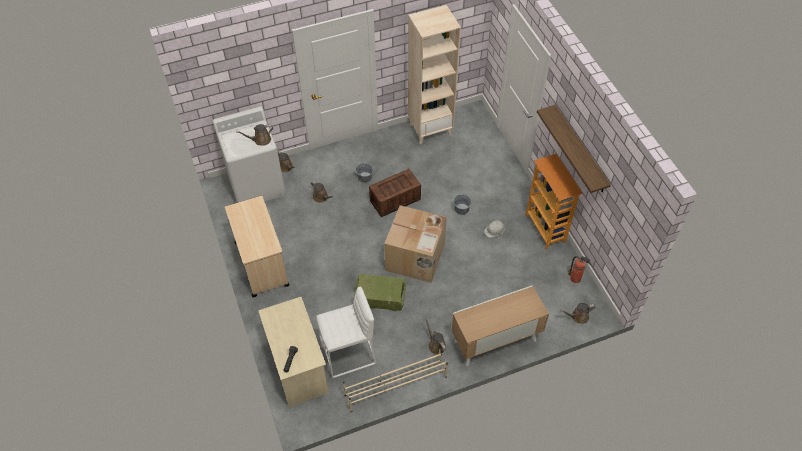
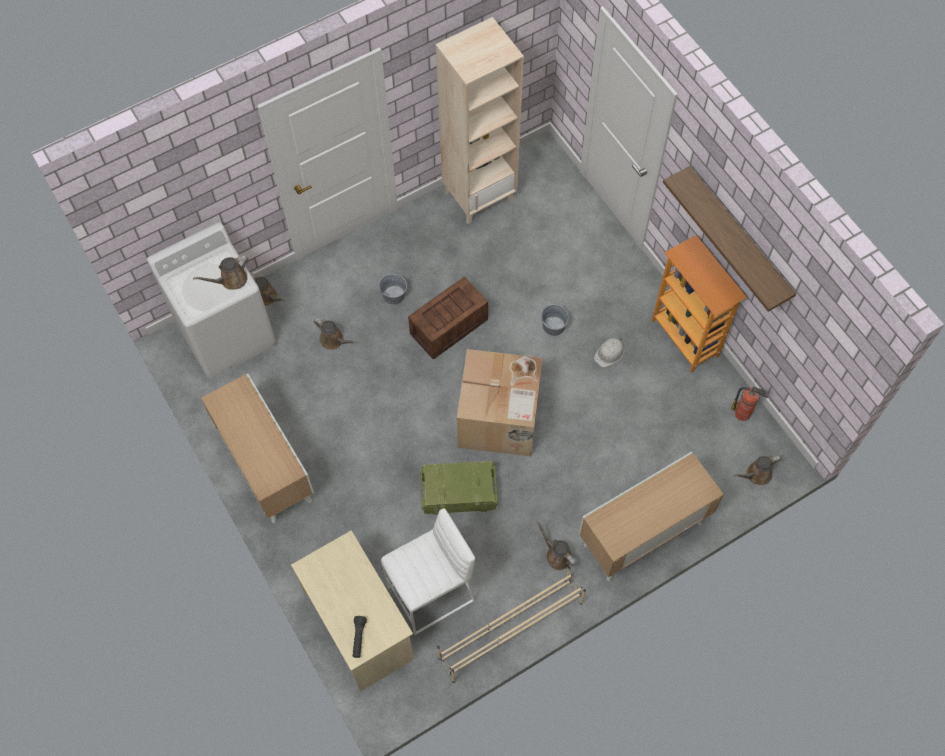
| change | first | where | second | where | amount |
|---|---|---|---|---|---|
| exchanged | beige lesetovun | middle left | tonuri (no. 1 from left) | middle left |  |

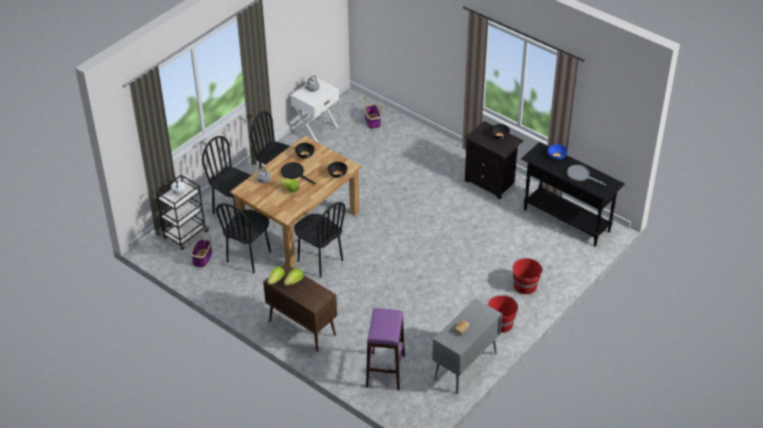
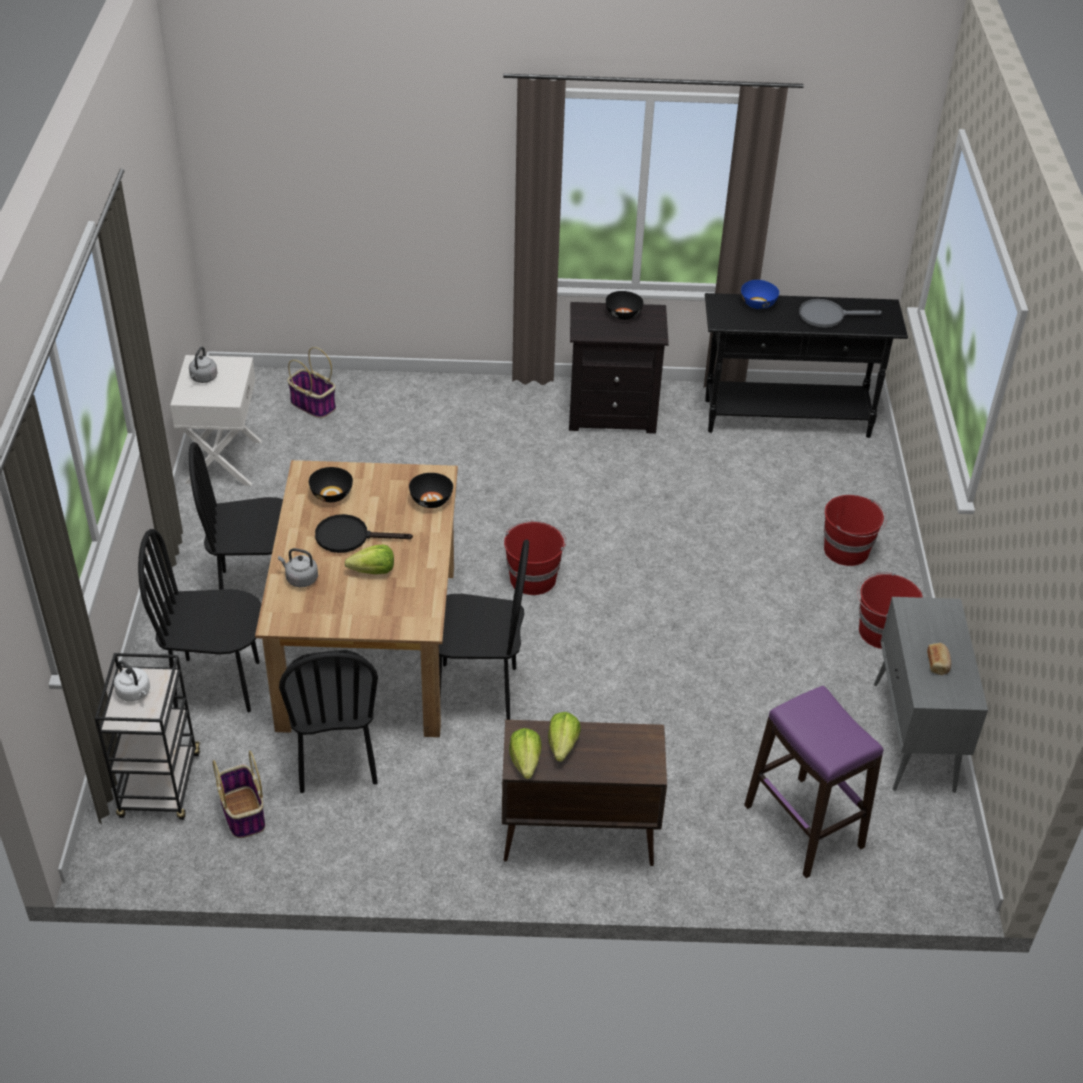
| change | first | where | second | where | amount |
|---|---|---|---|---|---|
| appeared |  |  | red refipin (no. 1 from left) | centre |  |

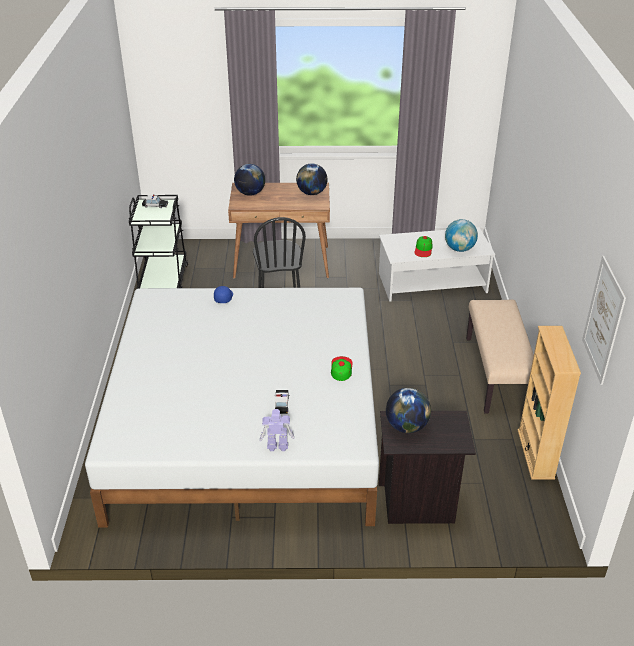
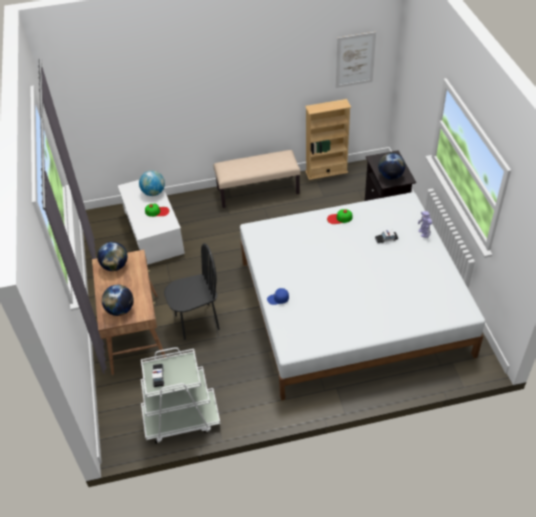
| change | first | where | second | where | amount |
|---|---|---|---|---|---|
| colour | black lesetovun | middle left | white lesetovun | bottom centre |  |

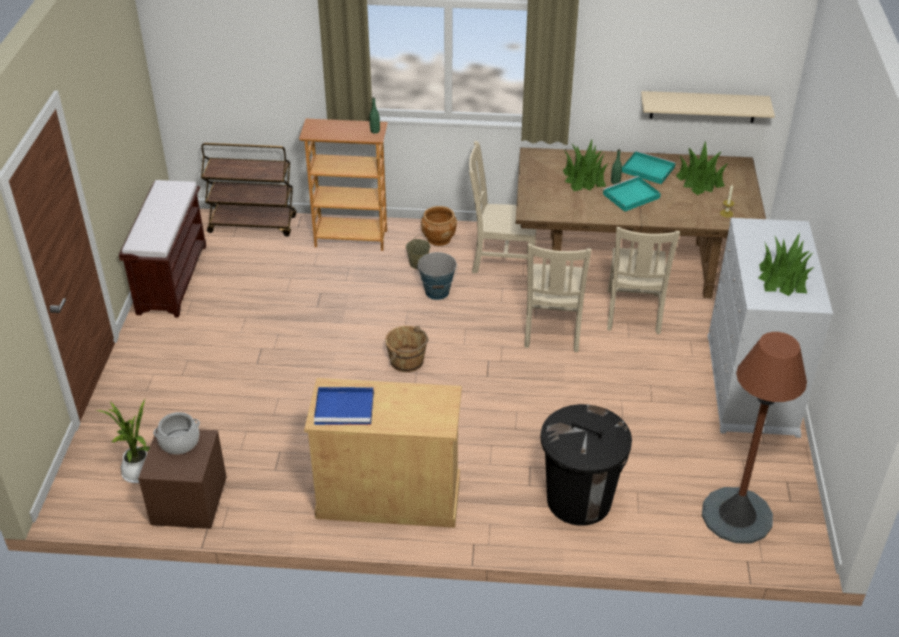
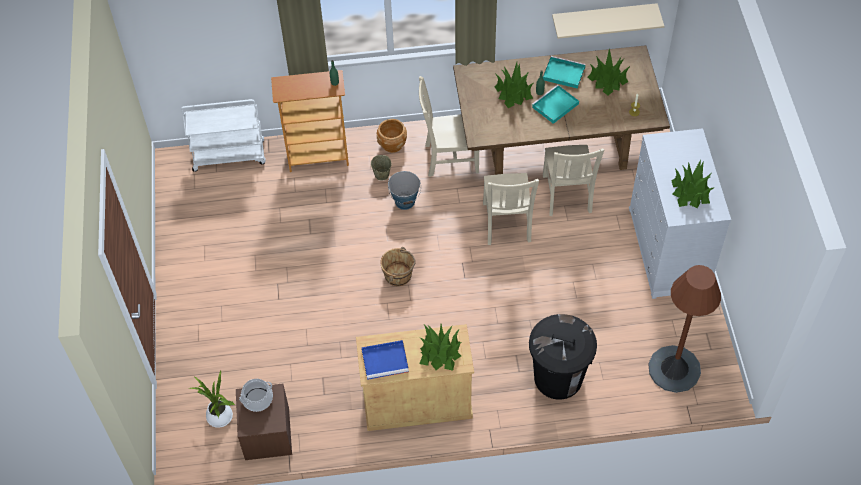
| change | first | where | second | where | amount |
|---|---|---|---|---|---|
| missing | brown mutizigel | middle left |  |  |  |
| colour | brown lesetovun | top left | white lesetovun | top left |  |
| appeared |  |  | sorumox (no. 2 from left) | bottom centre |  |

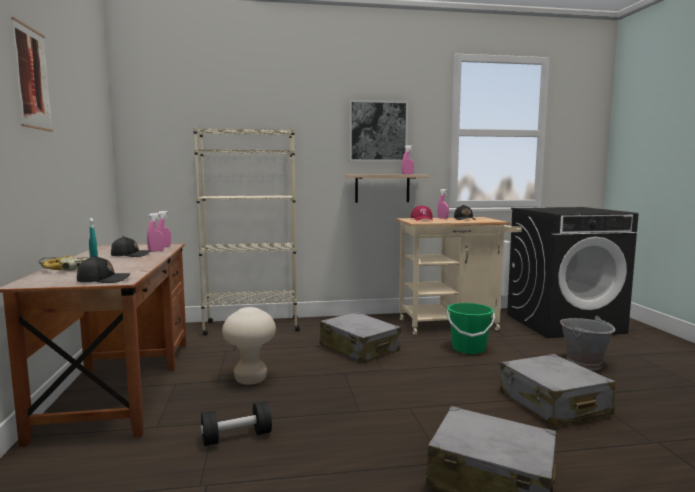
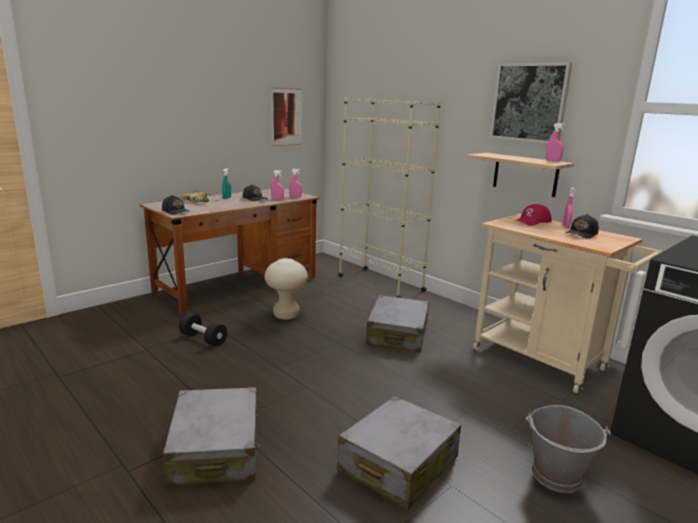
| change | first | where | second | where | amount |
|---|---|---|---|---|---|
| relocated | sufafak (no. 1 from left) | top left |  | top centre |  |
| missing | green refipin | bottom right |  |  |  |

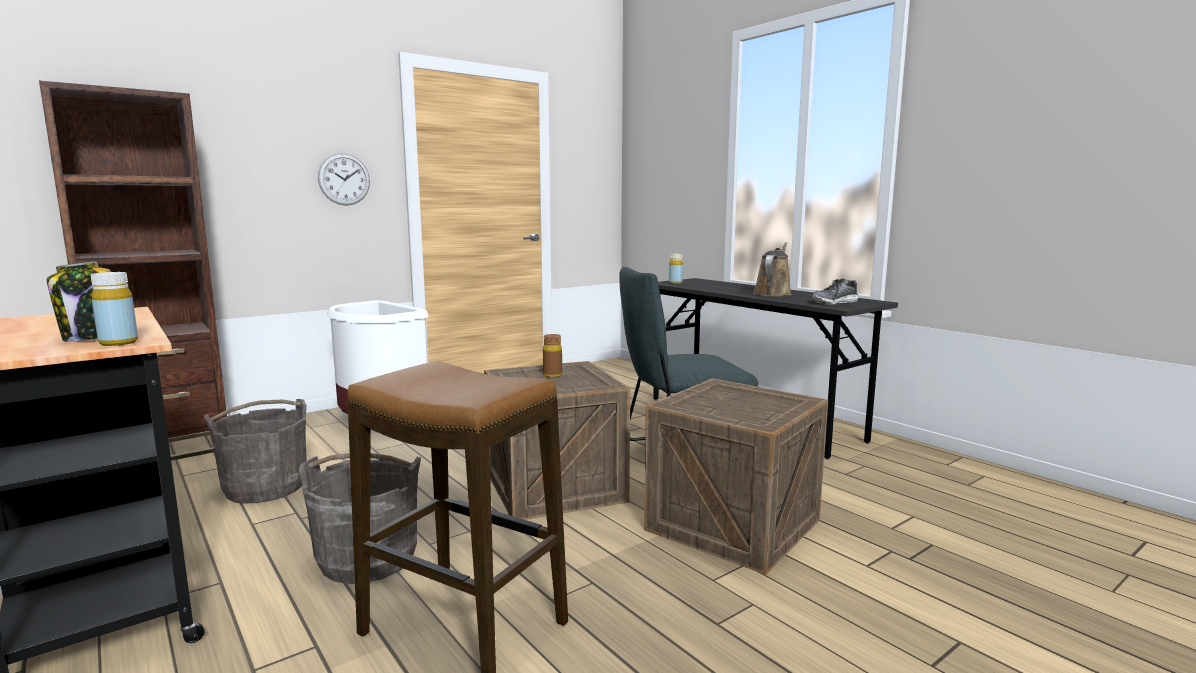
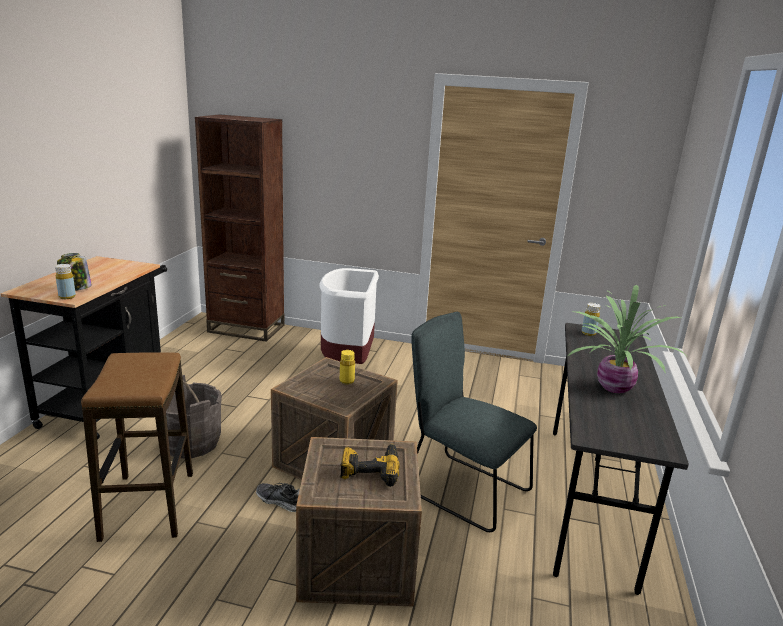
| change | first | where | second | where | amount |
|---|---|---|---|---|---|
| missing | grey refipin (no. 1 from left) | bottom left |  |  |  |
| missing | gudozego | top left |  |  |  |
| colour | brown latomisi | centre | yellow latomisi (no. 2 from left) | centre |  |
| exchanged | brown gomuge | centre | sorumox | middle right |  |
| relocated | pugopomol | middle right |  | bottom centre |  |
| appeared |  |  | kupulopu | bottom centre |  |

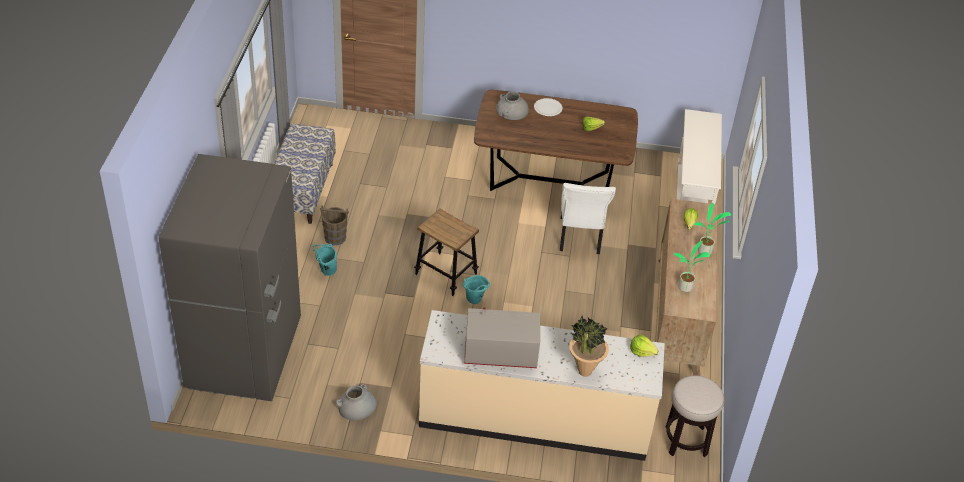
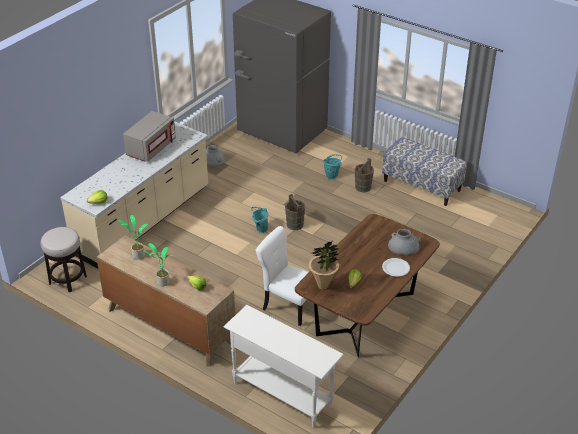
| change | first | where | second | where | amount |
|---|---|---|---|---|---|
| exchanged | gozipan (no. 1 from left) | centre | brown refipin (no. 1 from left) | centre |  |
| relocated | sorumox (no. 1 from left in the first image) | bottom centre | sorumox (no. 3 from left) | centre |  |

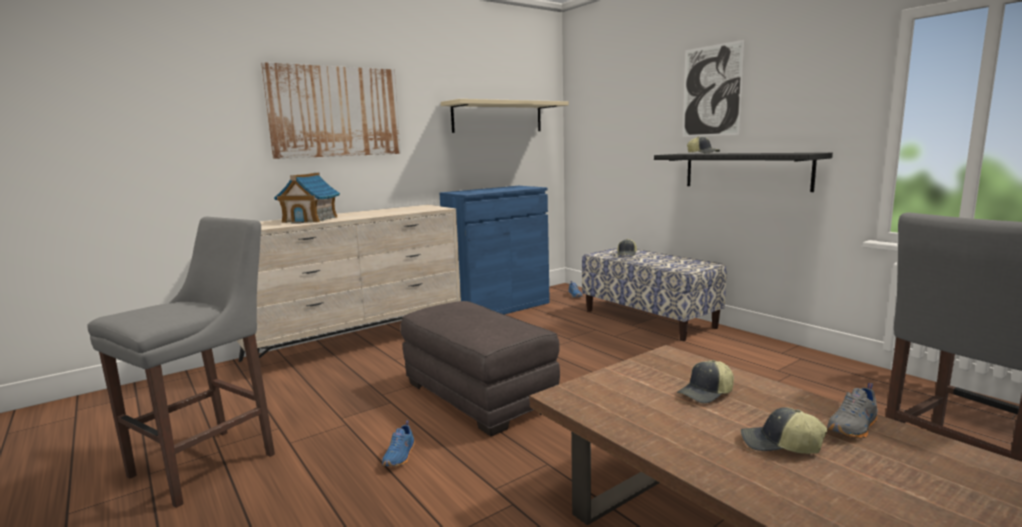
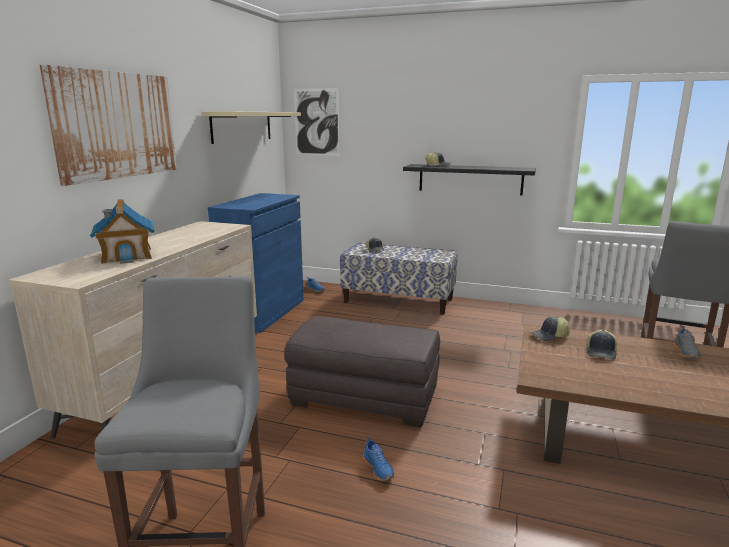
| change | first | where | second | where | amount |
|---|---|---|---|---|---|
| relocated | sufafak (no. 2 from left) | top right |  | top centre |  |
| relocated | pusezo (no. 4 from left in the first image) | bottom right | pusezo (no. 3 from left) | middle right |  |

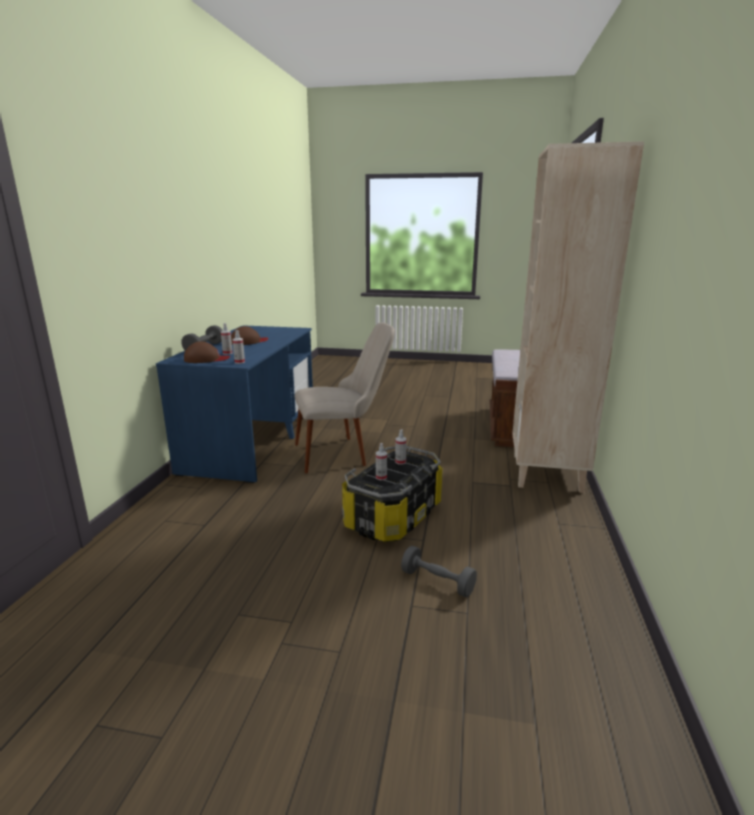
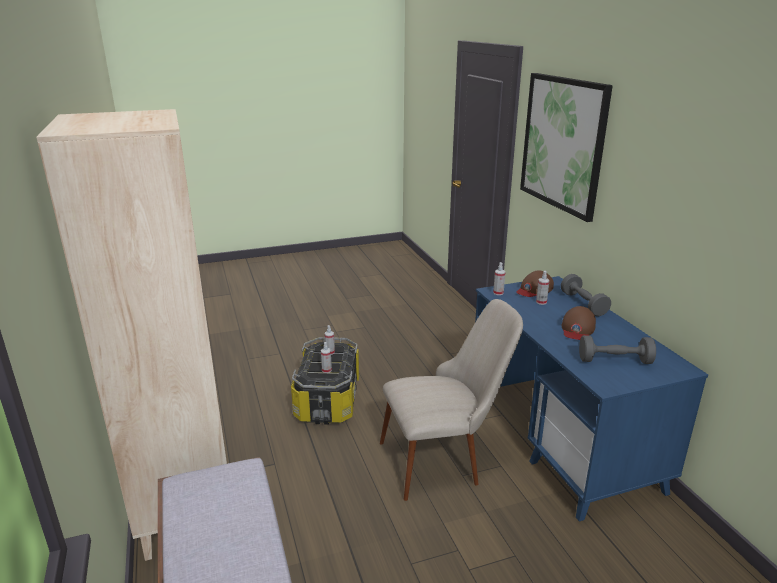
| change | first | where | second | where | amount |
|---|---|---|---|---|---|
| spun | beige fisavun | centre |  | bottom centre | 150 degrees counterclockwise |
| relocated | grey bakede (no. 2 from left) | bottom centre |  | middle right |  |
| appeared |  |  | sufafak | top right |  |

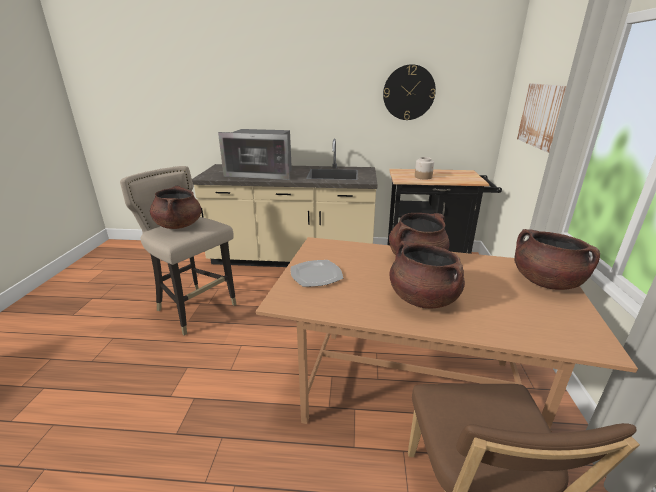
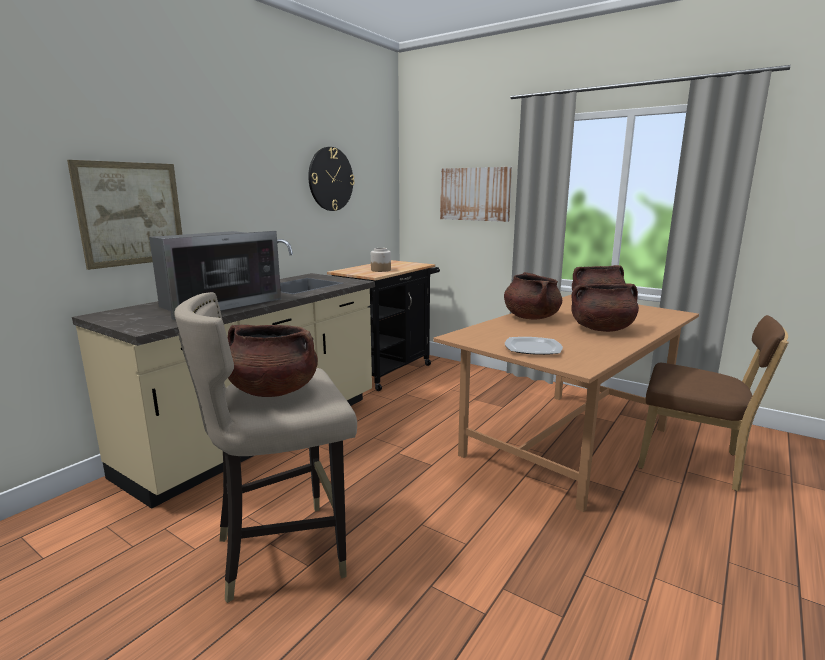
| change | first | where | second | where | amount |
|---|---|---|---|---|---|
| appeared |  |  | sufafak (no. 1 from left) | top left |  |

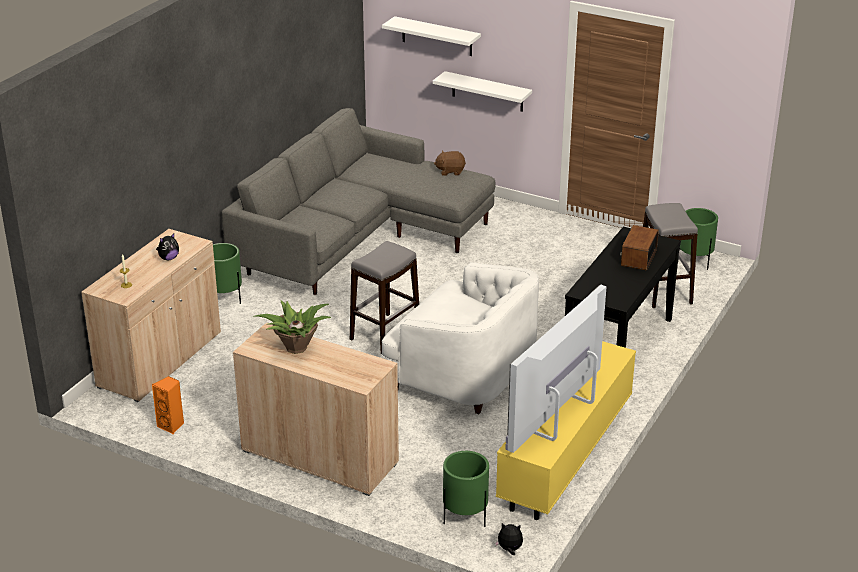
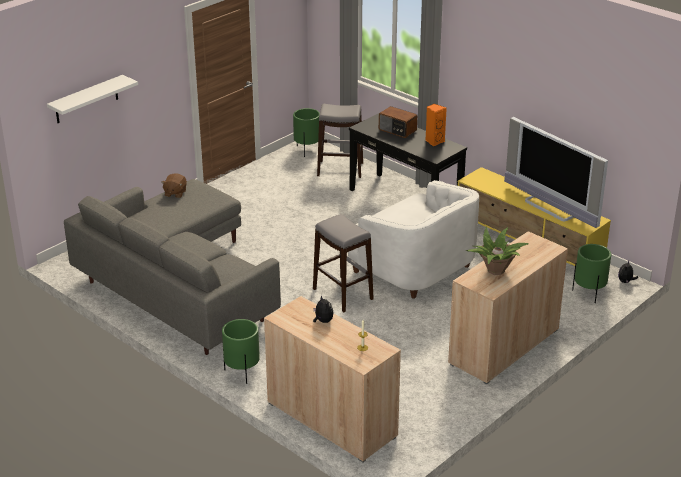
| change | first | where | second | where | amount |
|---|---|---|---|---|---|
| relocated | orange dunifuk | bottom left |  | top centre |  |
| spun | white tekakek | centre |  | centre | 90 degrees clockwise |
| missing | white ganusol (no. 2 from left) | top centre |  |  |  |

